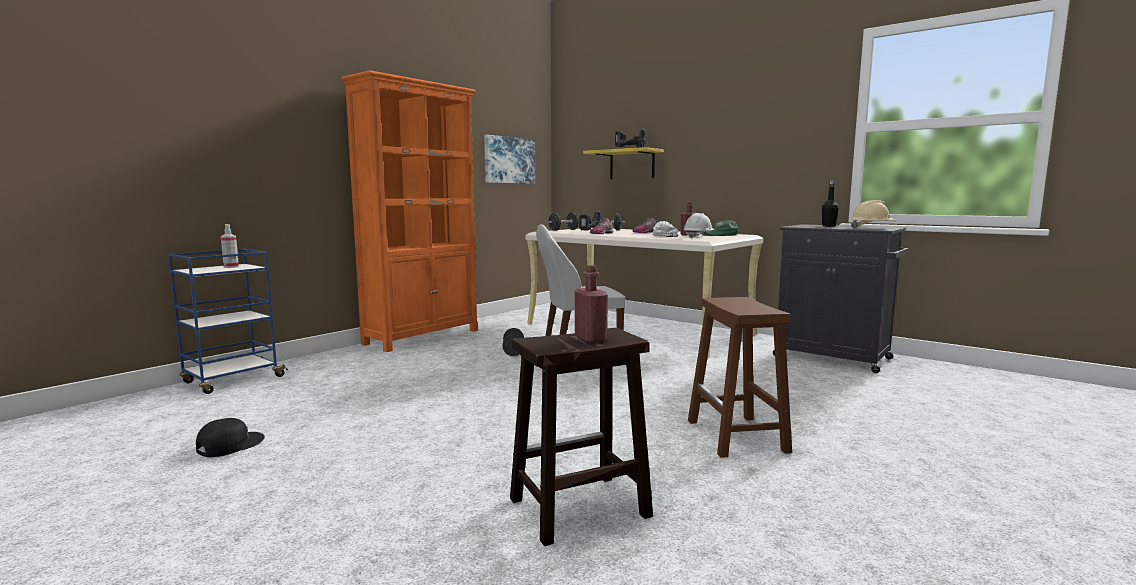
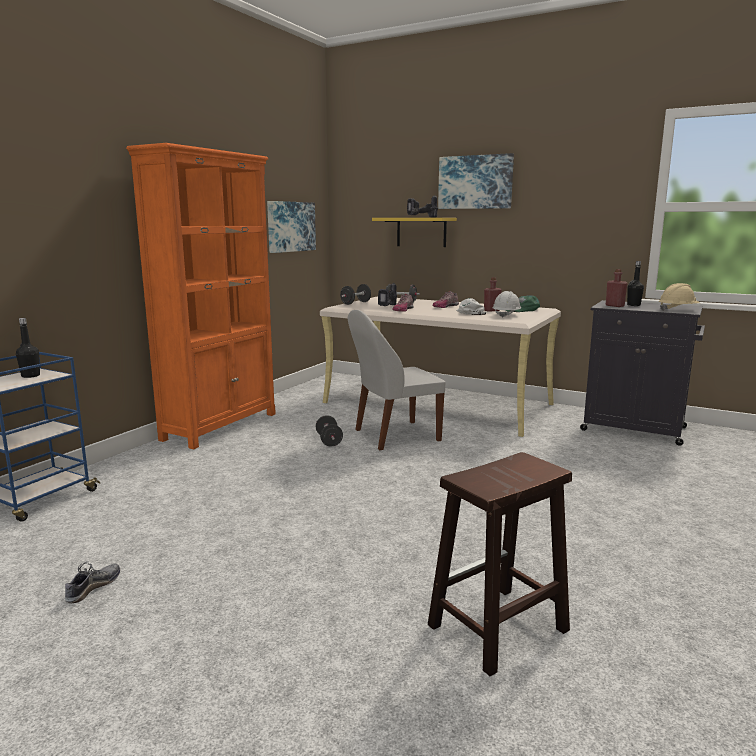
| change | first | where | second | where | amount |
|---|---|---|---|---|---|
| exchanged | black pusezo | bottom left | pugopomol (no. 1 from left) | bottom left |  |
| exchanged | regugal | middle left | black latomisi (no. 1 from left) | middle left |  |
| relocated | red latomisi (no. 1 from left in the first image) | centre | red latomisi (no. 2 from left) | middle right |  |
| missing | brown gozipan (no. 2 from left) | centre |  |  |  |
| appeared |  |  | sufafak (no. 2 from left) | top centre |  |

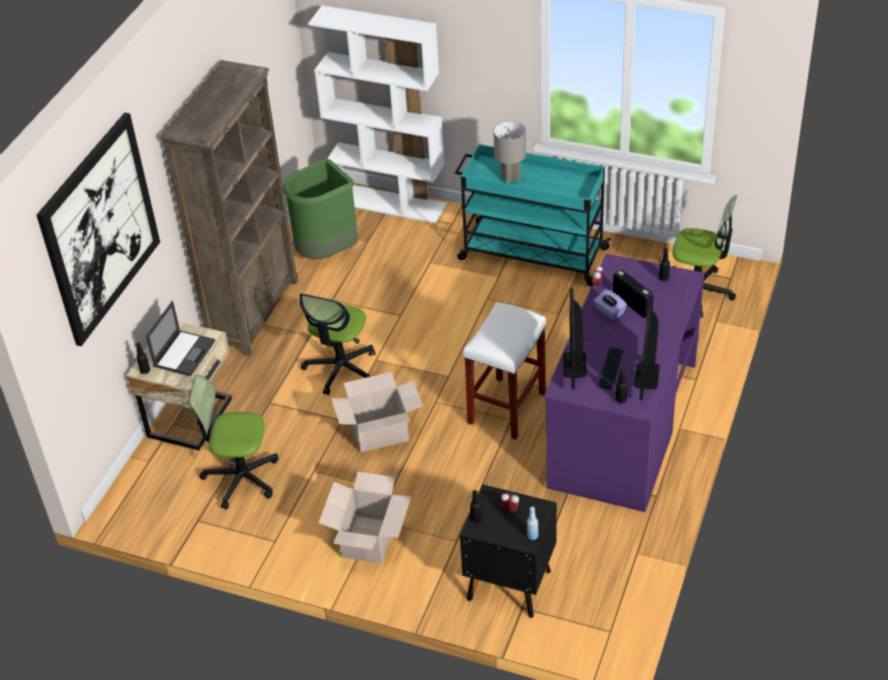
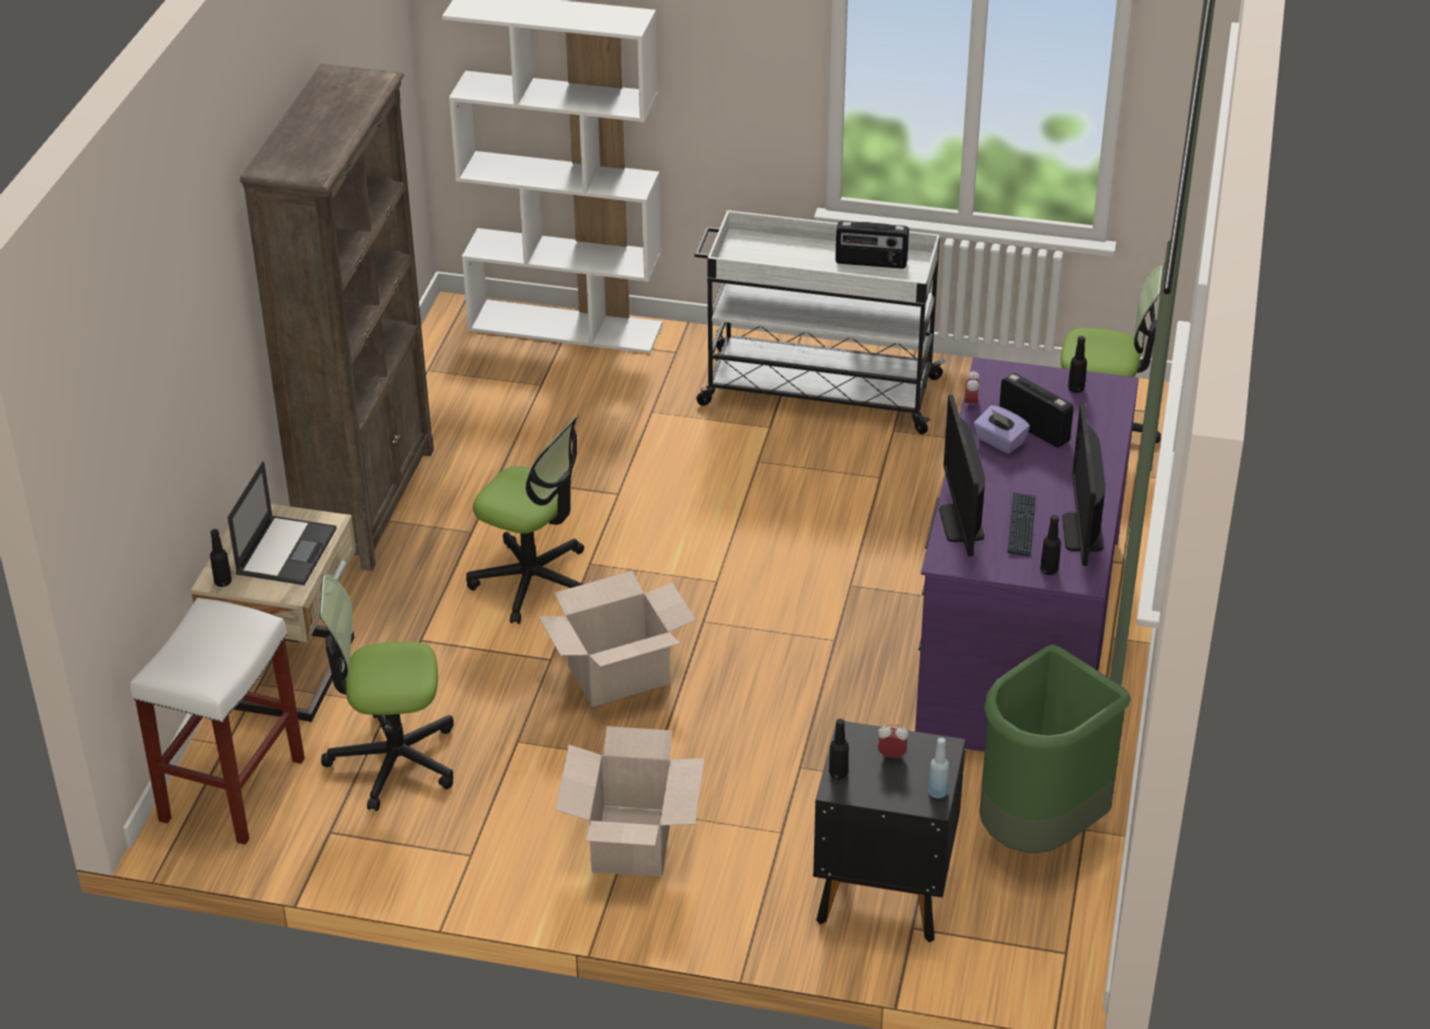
| change | first | where | second | where | amount |
|---|---|---|---|---|---|
| missing | sufafak | middle left |  |  |  |
| relocated | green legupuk | top centre |  | bottom right |  |
| spun | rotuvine (no. 2 from left) | centre |  | centre | 75 degrees counterclockwise |
| colour | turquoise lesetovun | top centre | white lesetovun | top centre |  |
| relocated | white gozipan | centre |  | bottom left |  |
| missing | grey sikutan | top centre |  |  |  |
| appeared |  |  | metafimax (no. 1 from left) | top centre |  |

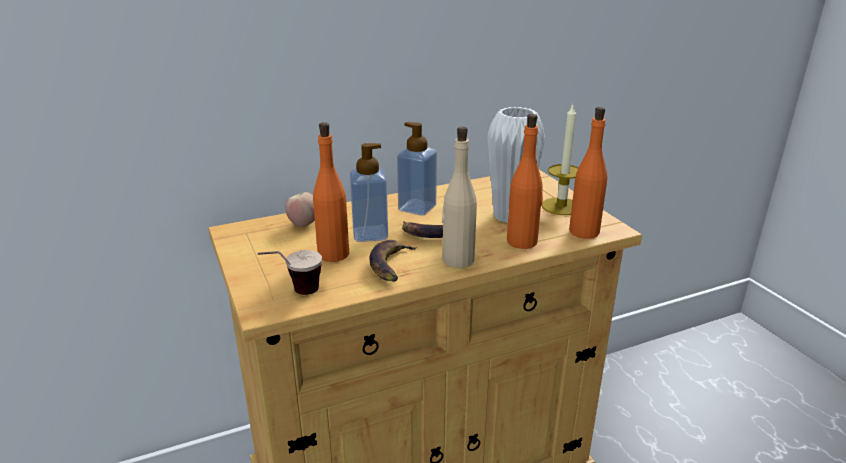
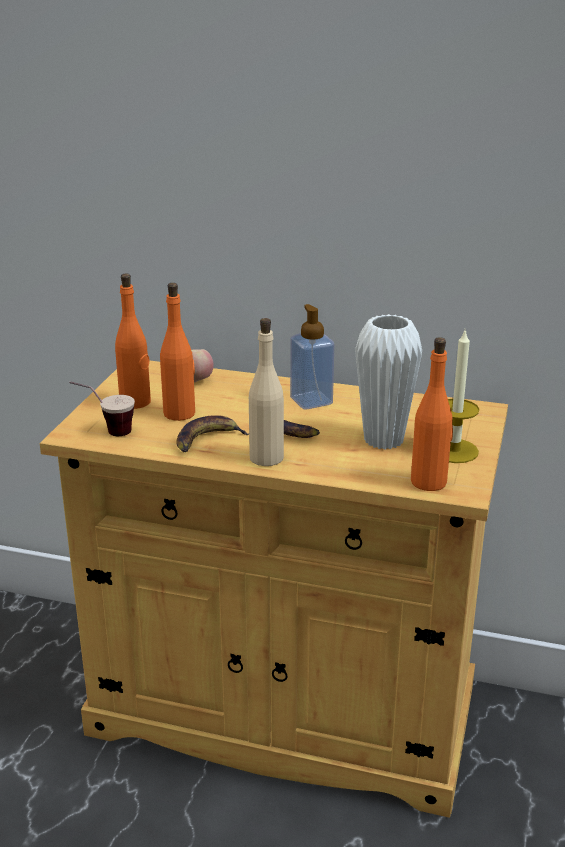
| change | first | where | second | where | amount |
|---|---|---|---|---|---|
| missing | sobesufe (no. 1 from left) | centre |  |  |  |
| relocated | orange latomisi (no. 2 from left in the first image) | centre | orange latomisi (no. 1 from left) | middle left |  |

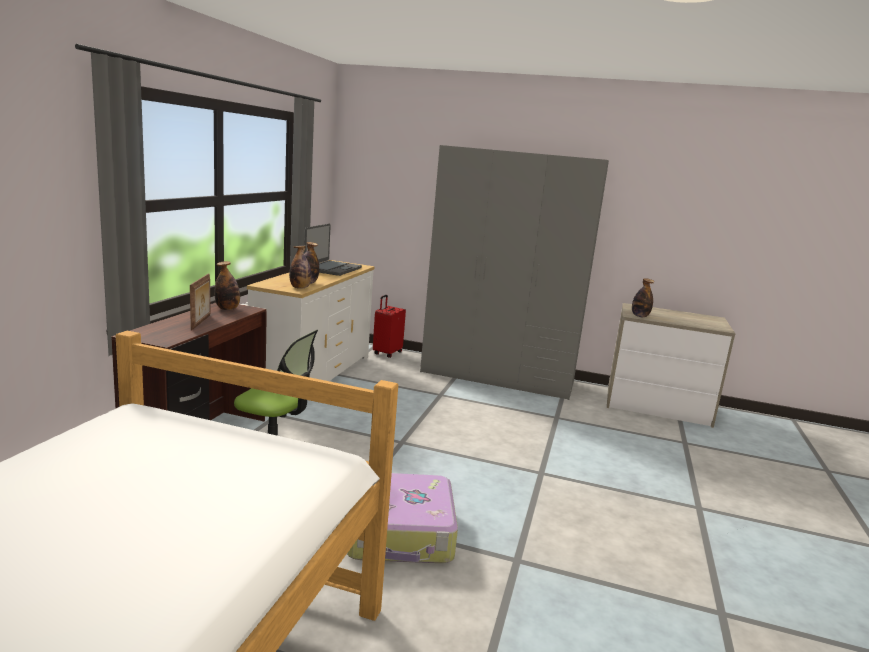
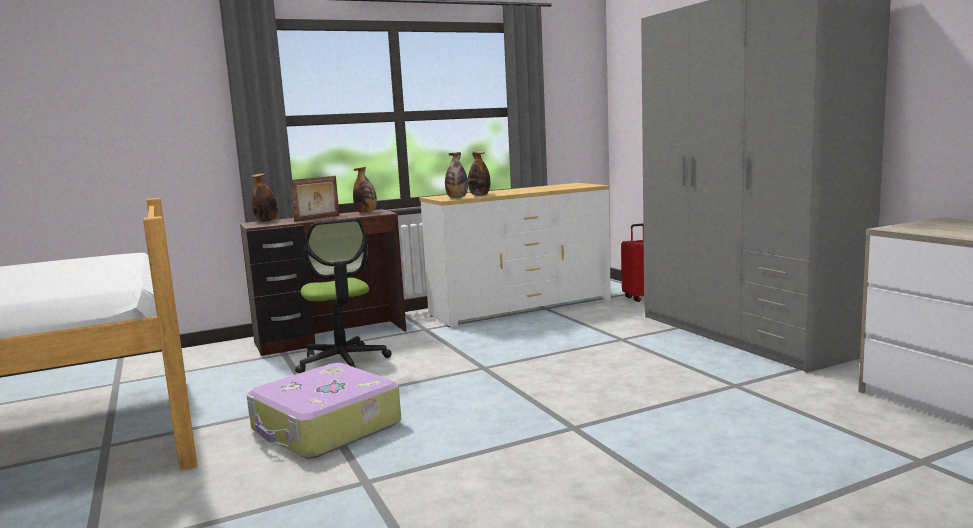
| change | first | where | second | where | amount |
|---|---|---|---|---|---|
| missing | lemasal | centre |  |  |  |
| relocated | latomisi (no. 4 from left in the first image) | middle right | latomisi (no. 1 from left) | middle left |  |

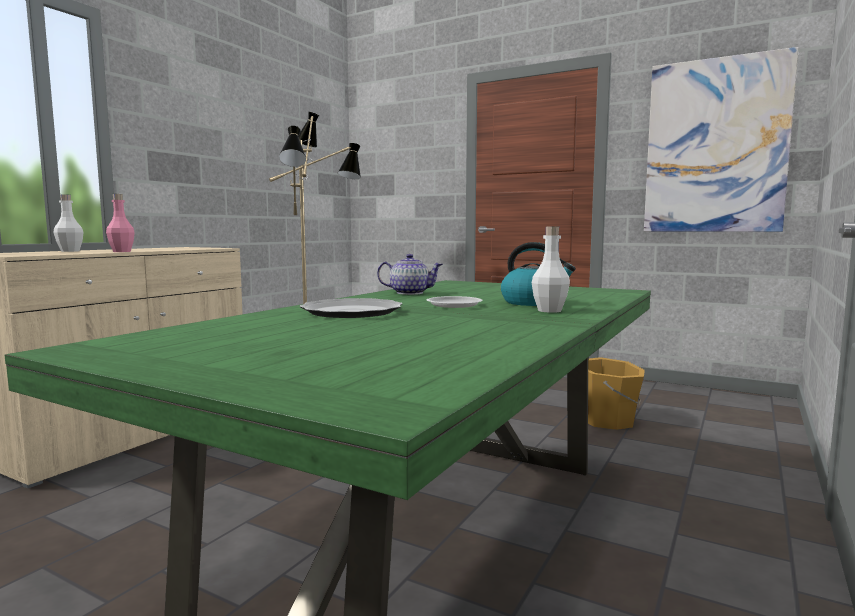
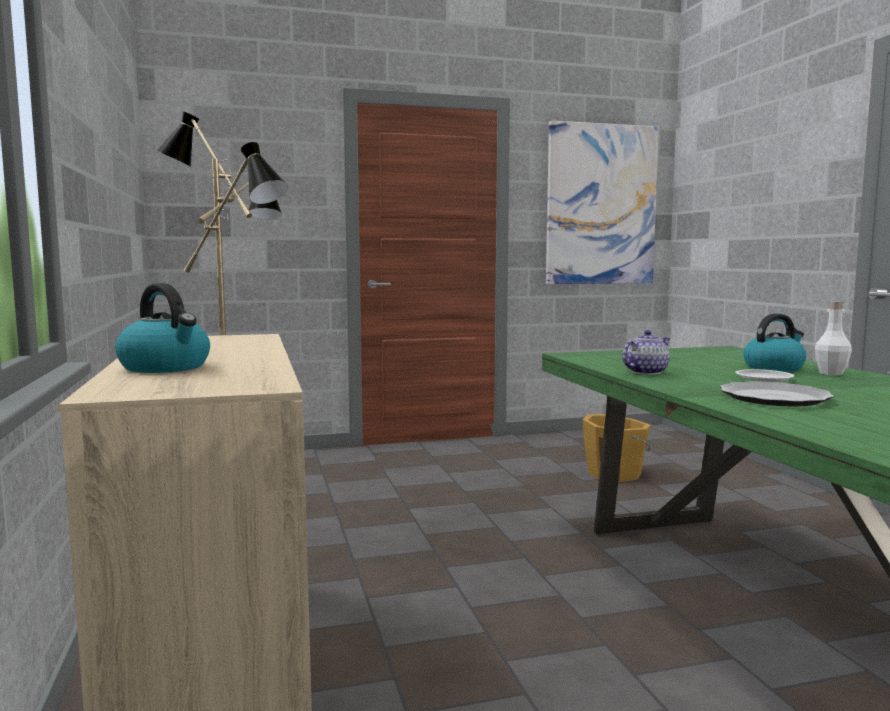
| change | first | where | second | where | amount |
|---|---|---|---|---|---|
| exchanged | white latomisi (no. 1 from left) | middle left | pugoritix (no. 1 from left) | middle left |  |
| missing | pink latomisi | middle left |  |  |  |

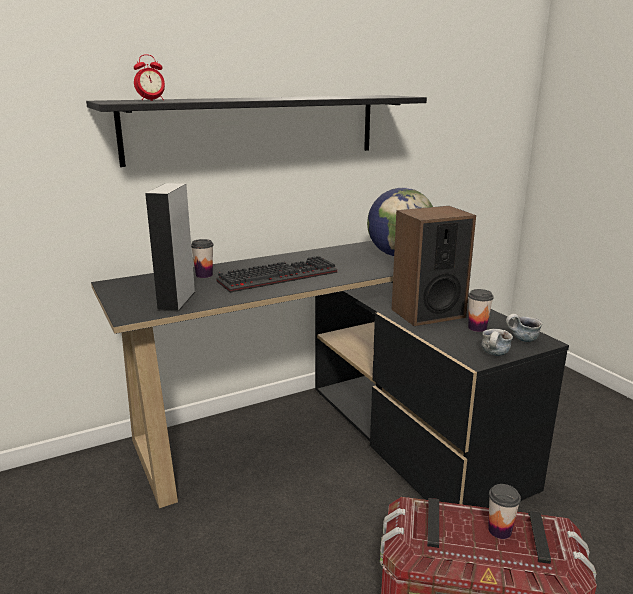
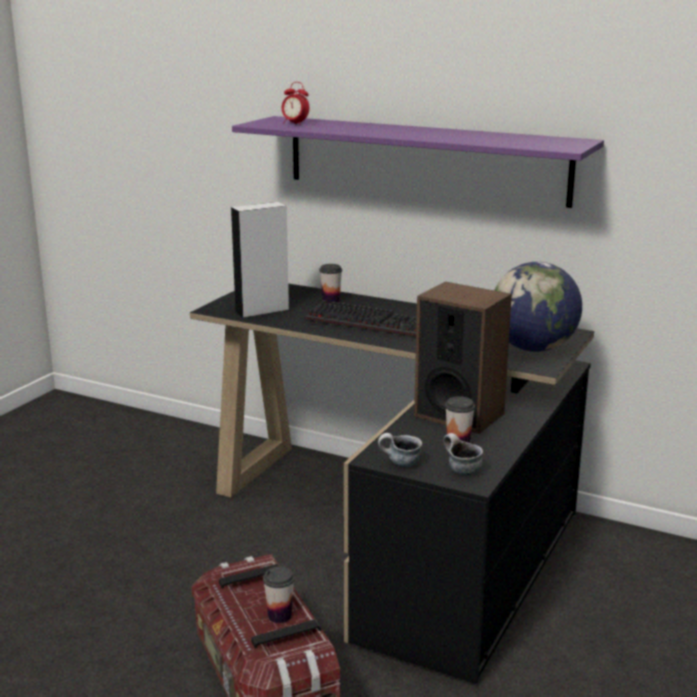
| change | first | where | second | where | amount |
|---|---|---|---|---|---|
| colour | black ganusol | top centre | purple ganusol | top centre |  |

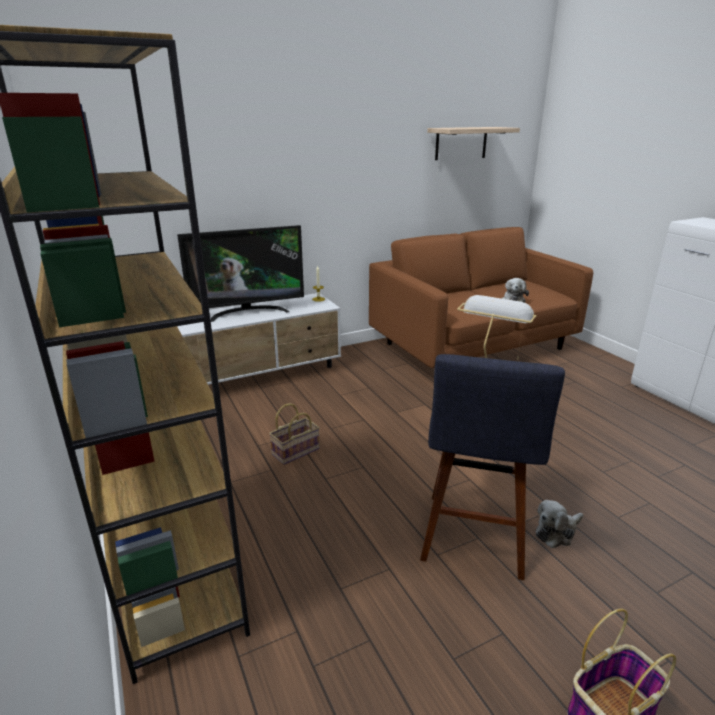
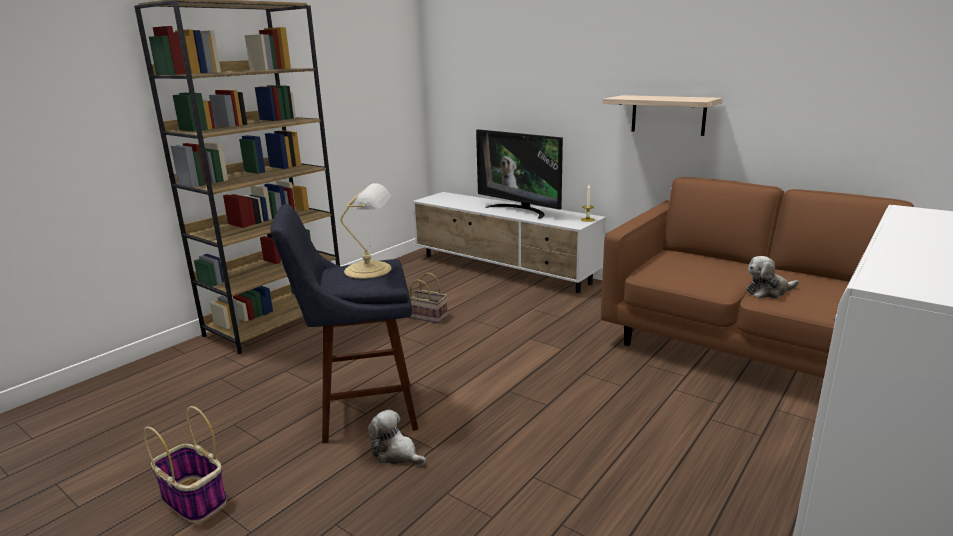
| change | first | where | second | where | amount |
|---|---|---|---|---|---|
| relocated | ganusol | top centre |  | top right |  |

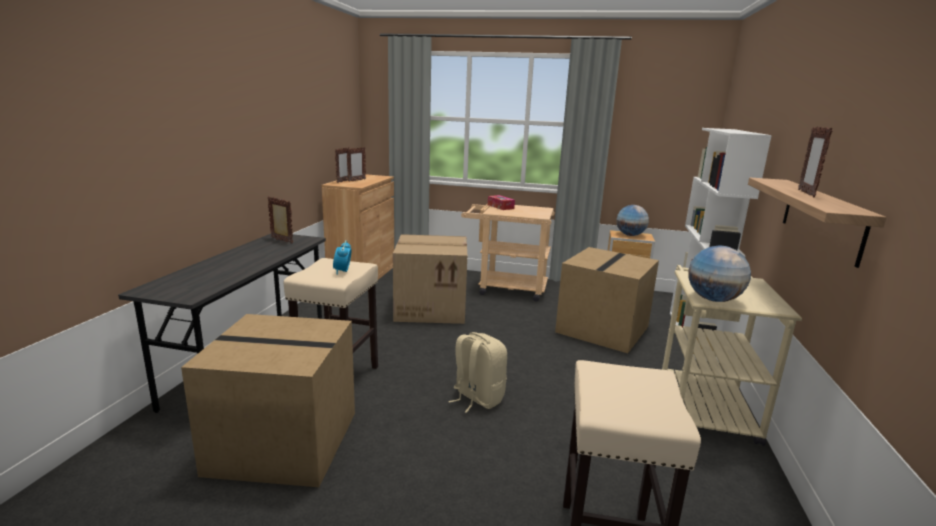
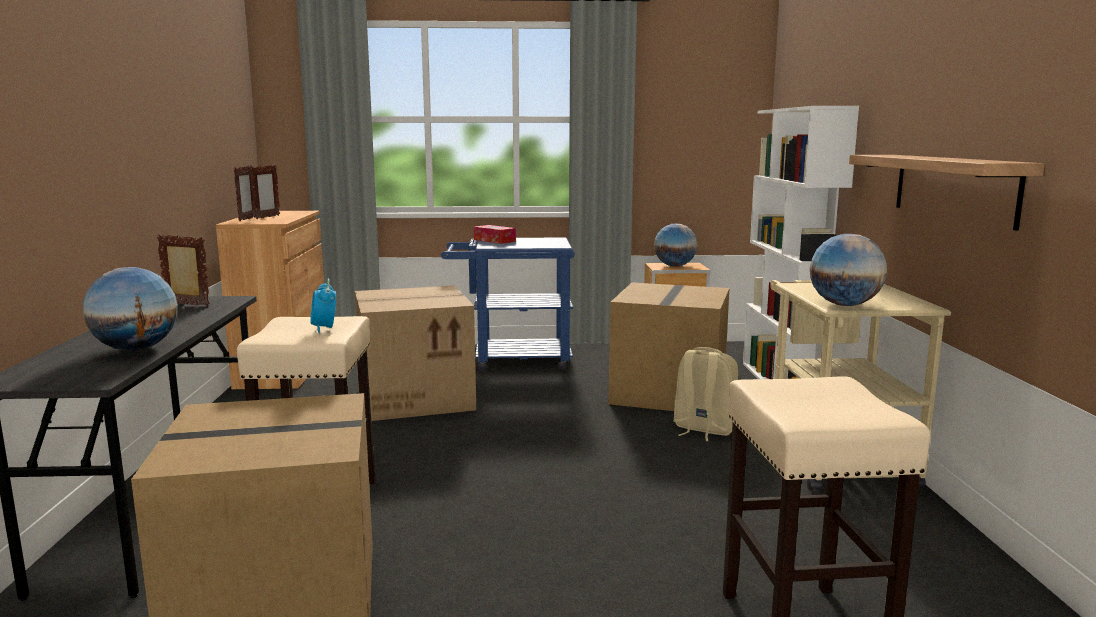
| change | first | where | second | where | amount |
|---|---|---|---|---|---|
| relocated | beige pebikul | bottom centre |  | centre |  |
| colour | beige lesetovun (no. 1 from left) | centre | blue lesetovun | centre |  |
| missing | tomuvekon (no. 4 from left) | top right |  |  |  |
| appeared |  |  | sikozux (no. 1 from left) | middle left |  |

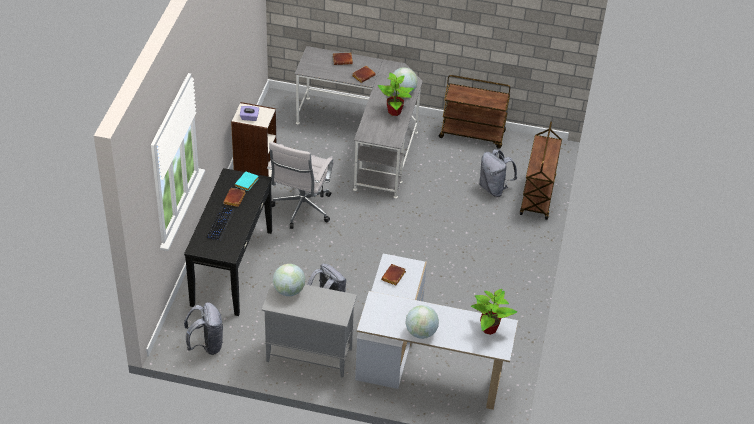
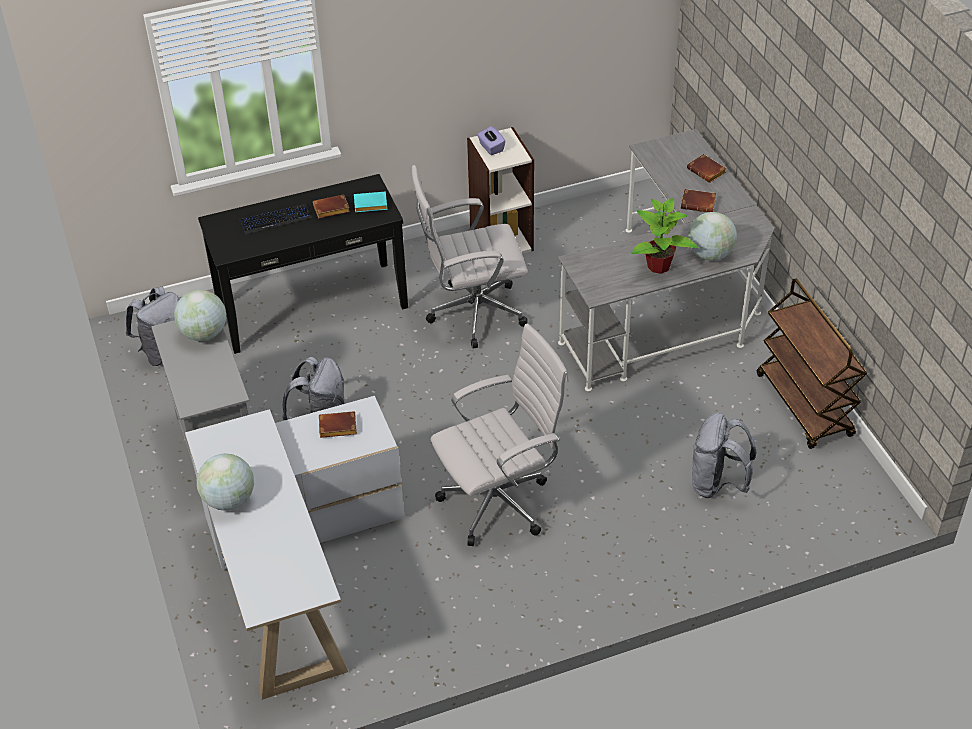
| change | first | where | second | where | amount |
|---|---|---|---|---|---|
| missing | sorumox (no. 2 from left) | bottom centre |  |  |  |
| missing | brown lesetovun (no. 2 from left) | middle right |  |  |  |
| appeared |  |  | white rotuvine (no. 2 from left) | centre |  |

